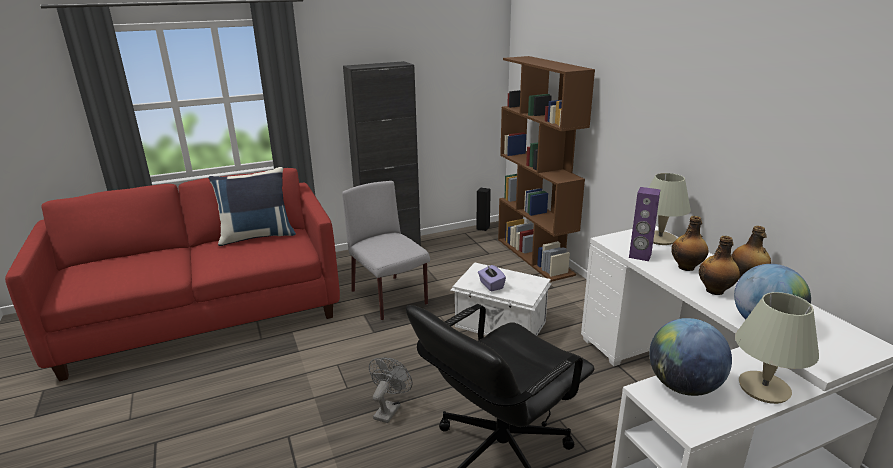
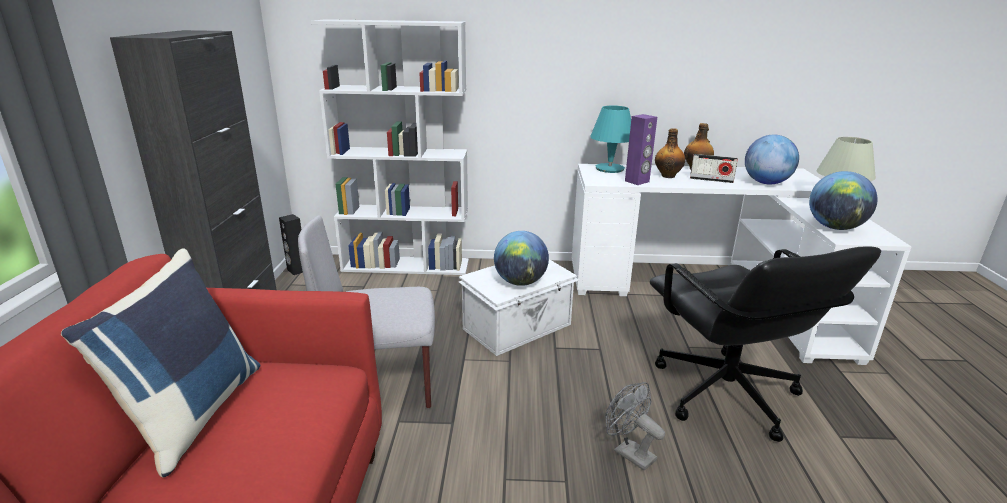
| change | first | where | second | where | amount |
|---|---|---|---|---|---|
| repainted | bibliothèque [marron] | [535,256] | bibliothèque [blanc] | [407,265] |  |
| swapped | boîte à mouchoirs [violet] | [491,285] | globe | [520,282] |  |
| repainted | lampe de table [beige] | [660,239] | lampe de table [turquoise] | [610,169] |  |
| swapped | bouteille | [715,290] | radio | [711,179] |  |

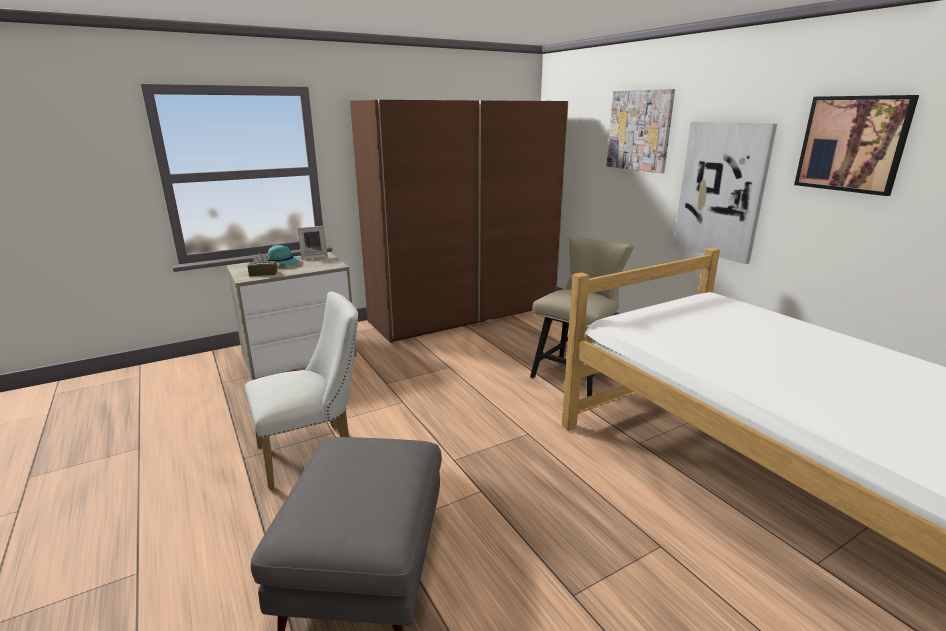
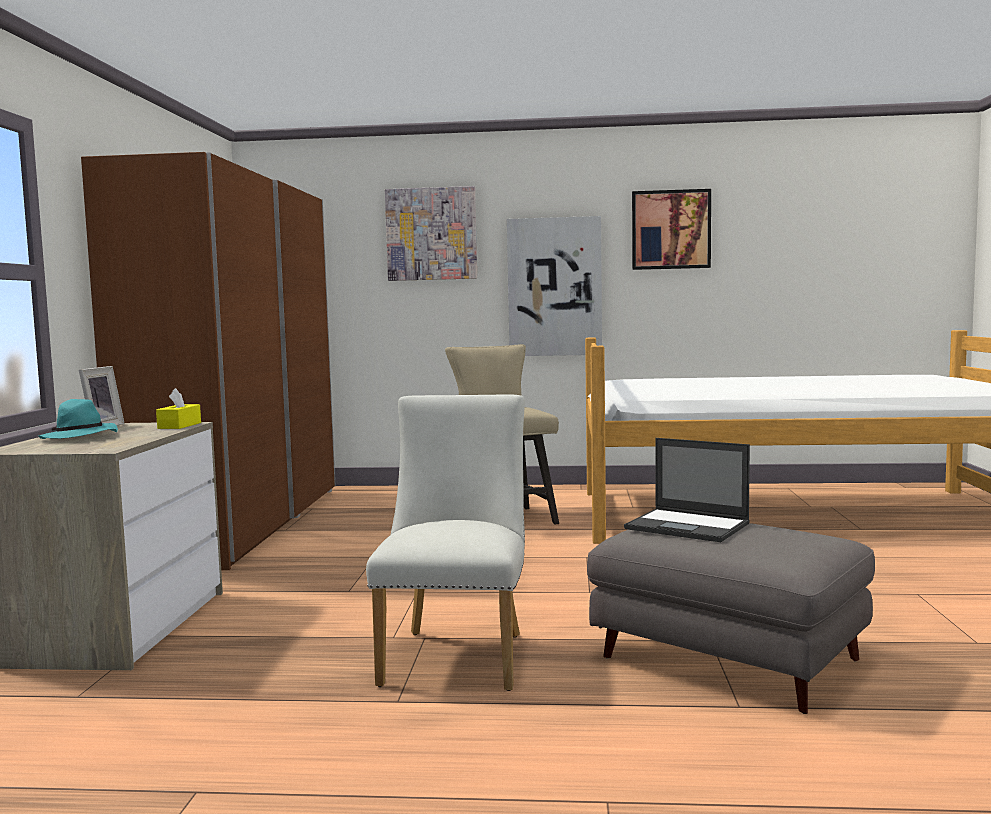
| change | first | where | second | where | amount |
|---|---|---|---|---|---|
| new |  |  | boîte à mouchoirs [jaune] | [179,426] |  |
| new |  |  | ordinateur portable | [688,526] |  |
| gone | boîte à mouchoirs [marron] | [263,273] |  |  |  |

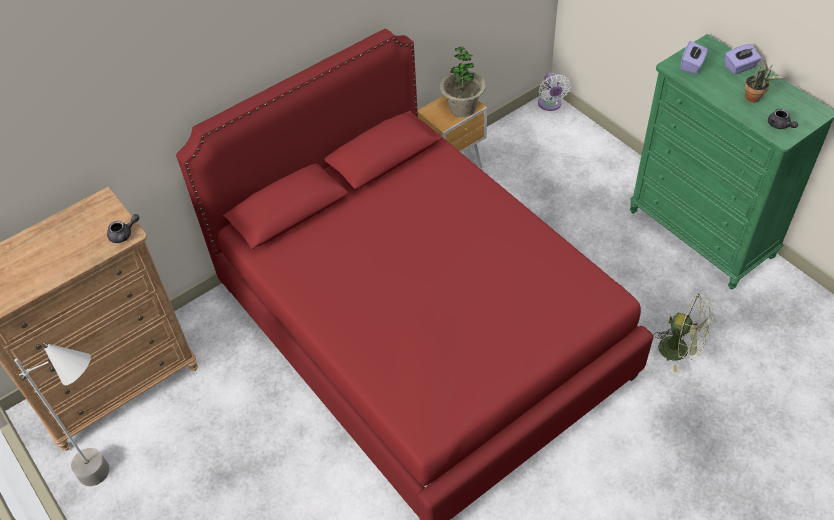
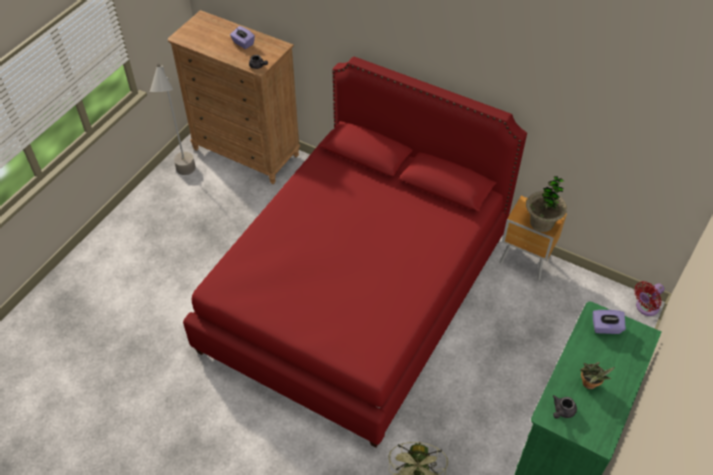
| change | first | where | second | where | amount |
|---|---|---|---|---|---|
| shifted | boîte à mouchoirs [violet] | [740,67] |  | [243,43] |  |
| repainted | ventilateur [blanc] | [550,105] | ventilateur [rouge] | [645,307] |  |

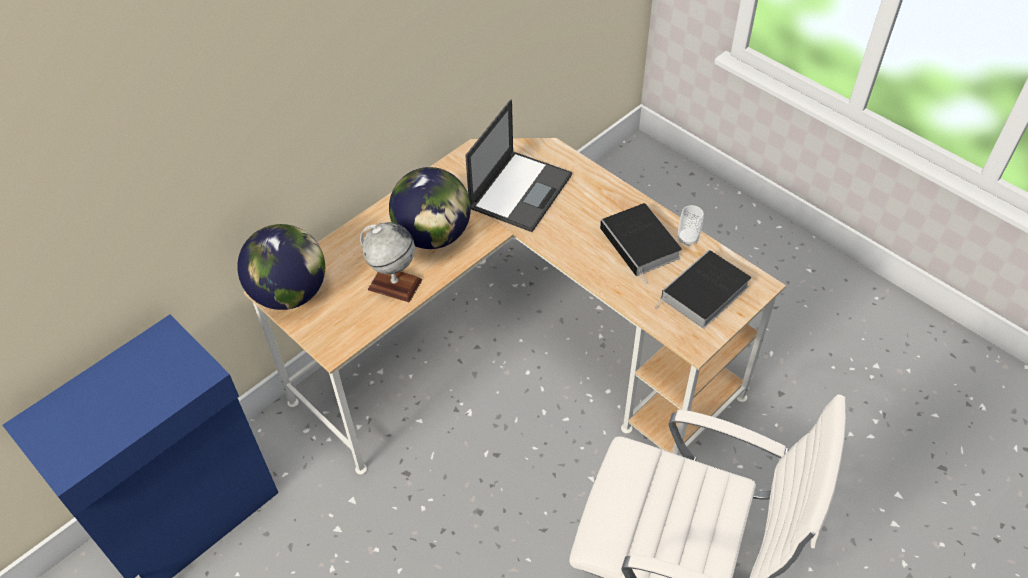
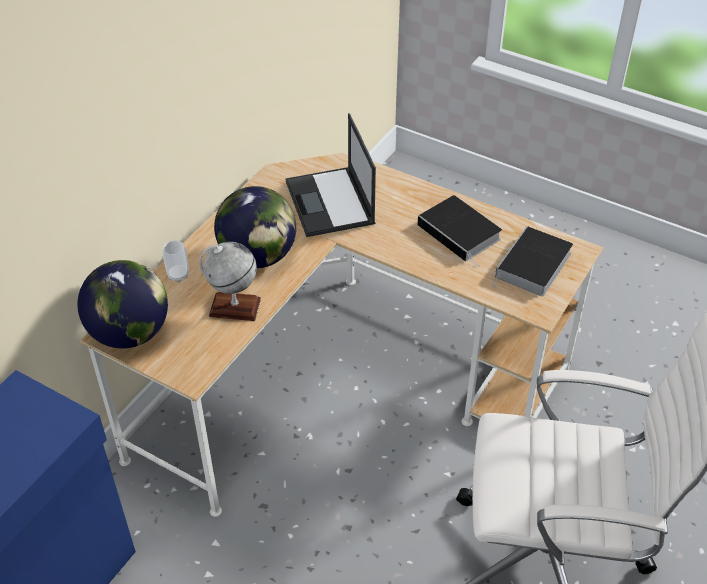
| change | first | where | second | where | amount |
|---|---|---|---|---|---|
| shifted | tasse | [688,239] |  | [178,275] |  |
| rotated | ordinateur portable | [521,190] |  | [330,203] | 150 degrees clockwise |

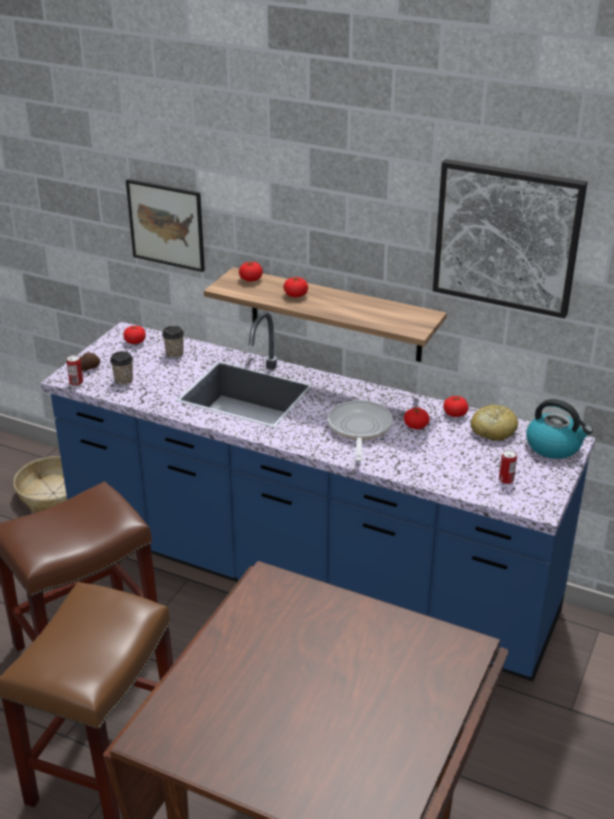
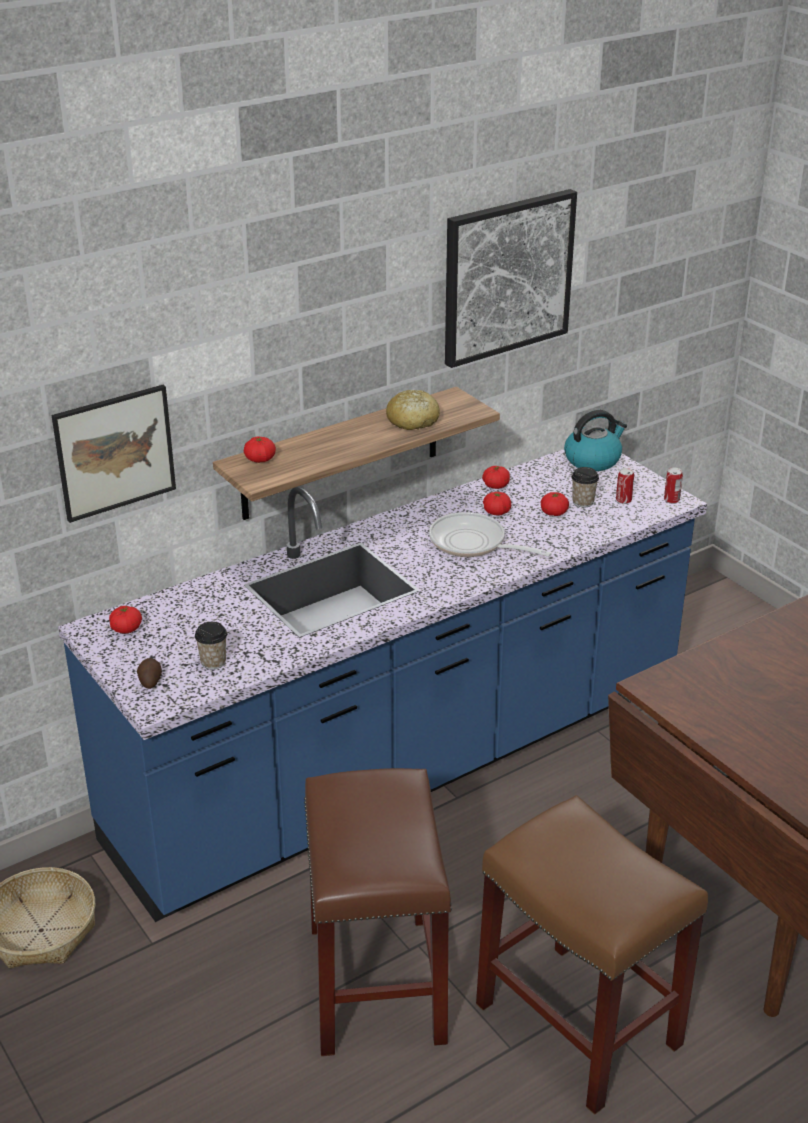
| change | first | where | second | where | amount |
|---|---|---|---|---|---|
| shifted | pain | [493,431] |  | [412,421] |  |
| shifted | tomate | [295,295] |  | [554,513] |  |
| shifted | tasse | [174,354] |  | [583,502] |  |
| shifted | boîte métallique | [76,382] |  | [671,500] |  |

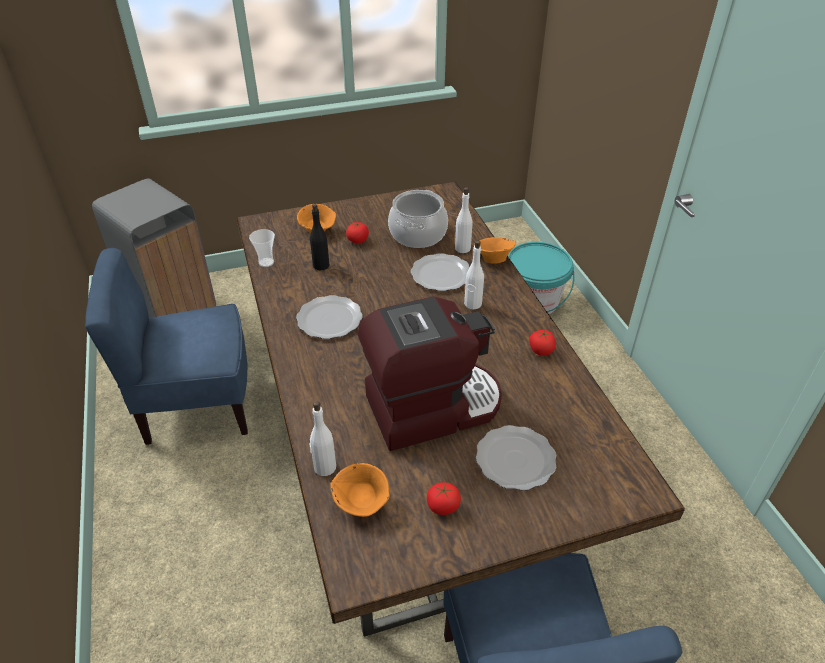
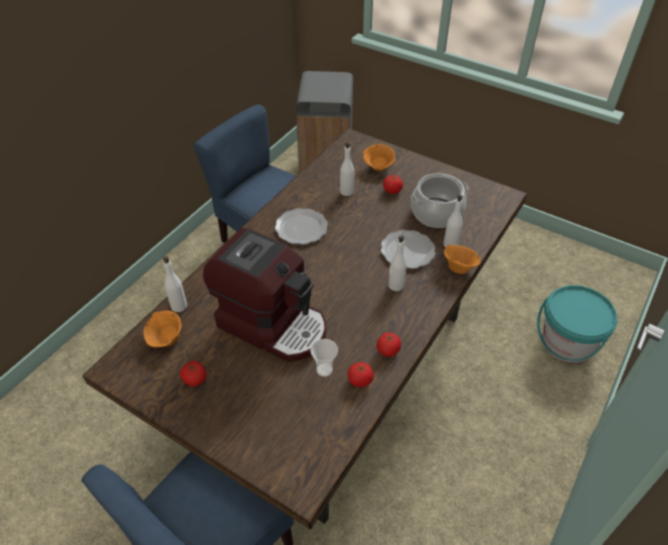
| change | first | where | second | where | amount |
|---|---|---|---|---|---|
| shifted | tasse | [266,262] |  | [324,370] |  |
| repainted | bouteille [noir] | [321,265] | bouteille [blanc] | [347,191] |  |
| new |  |  | tomate | [360,380] |  |
| gone | assiette | [515,458] |  |  |  |

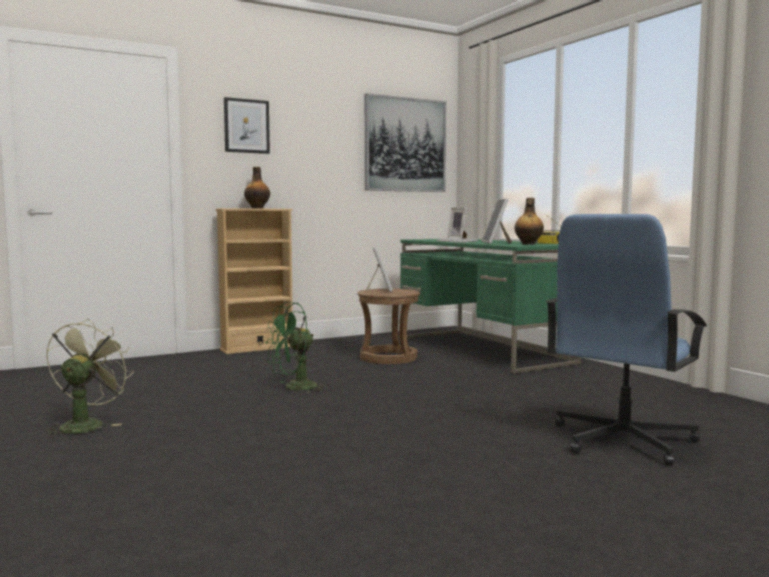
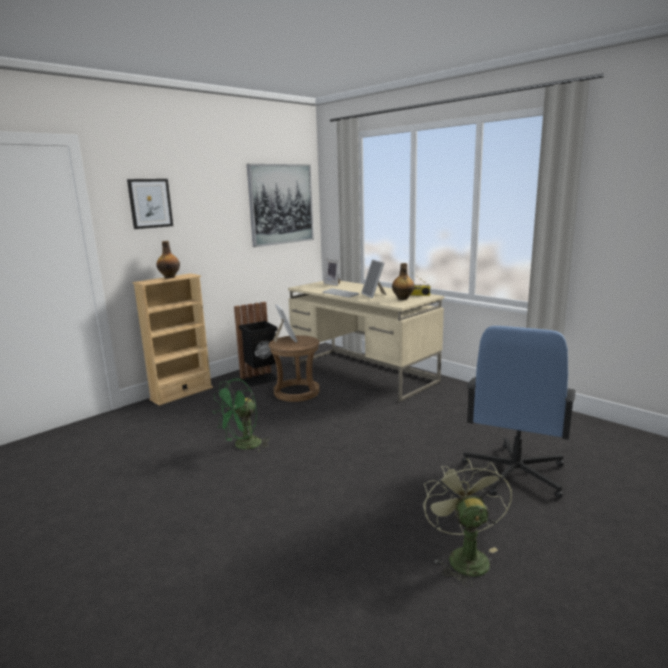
| change | first | where | second | where | amount |
|---|---|---|---|---|---|
| new |  |  | poubelle [noir] | [261,379] |  |
| repainted | bureau [vert] | [483,350] | bureau [beige] | [362,373] |  |
| shifted | ventilateur [vert] | [85,425] |  | [464,556] |  |

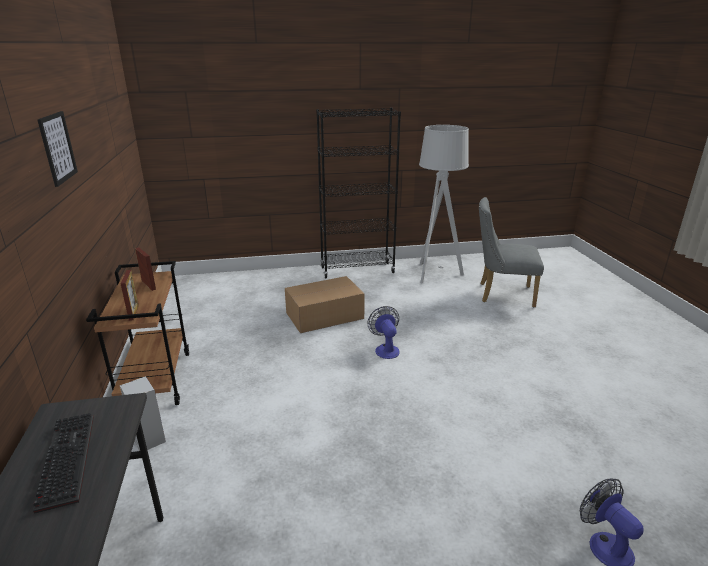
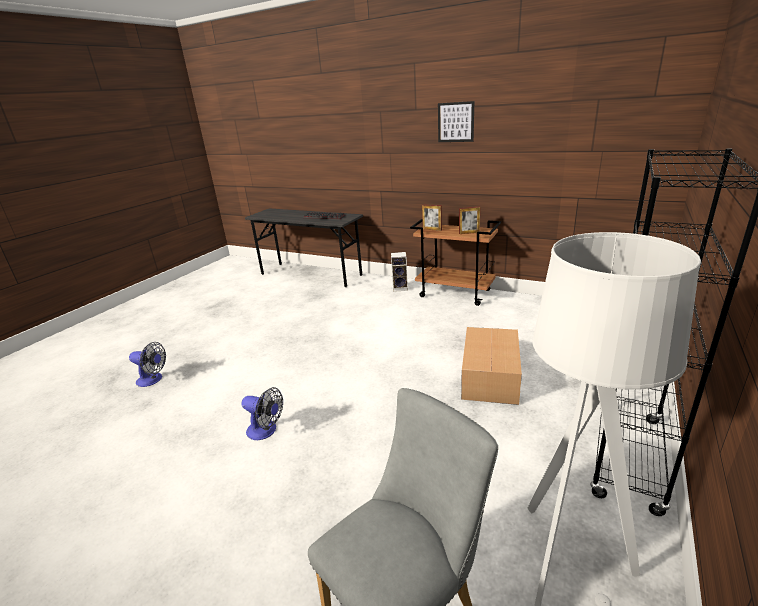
| change | first | where | second | where | amount |
|---|---|---|---|---|---|
| shifted | ventilateur | [385,349] |  | [266,431] |  |

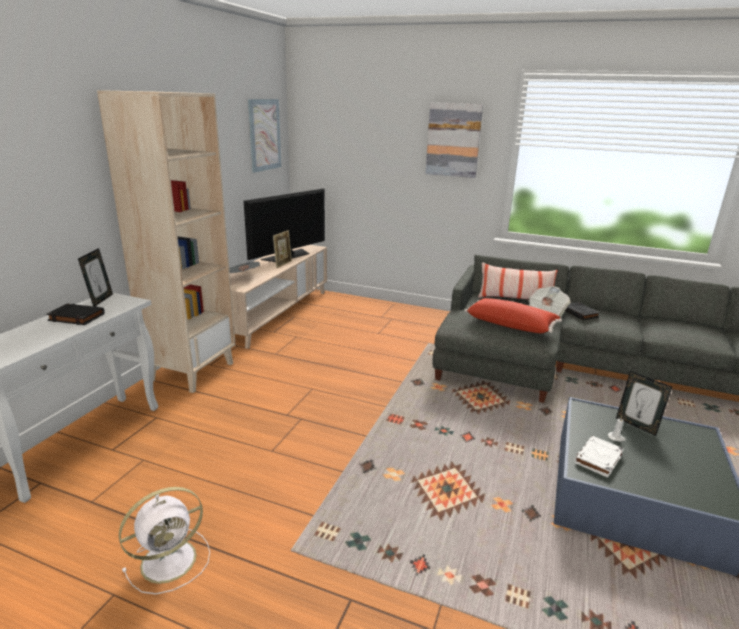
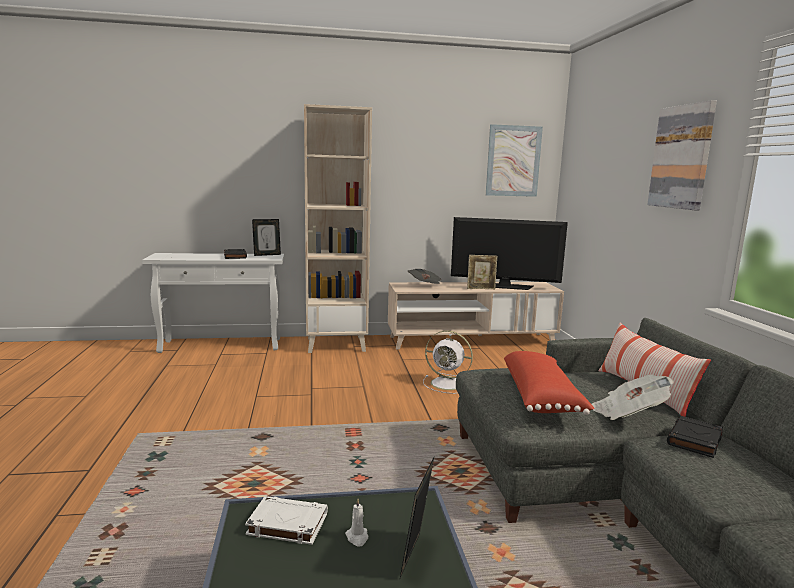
| change | first | where | second | where | amount |
|---|---|---|---|---|---|
| shifted | ventilateur [blanc] | [171,559] |  | [448,384] |  |

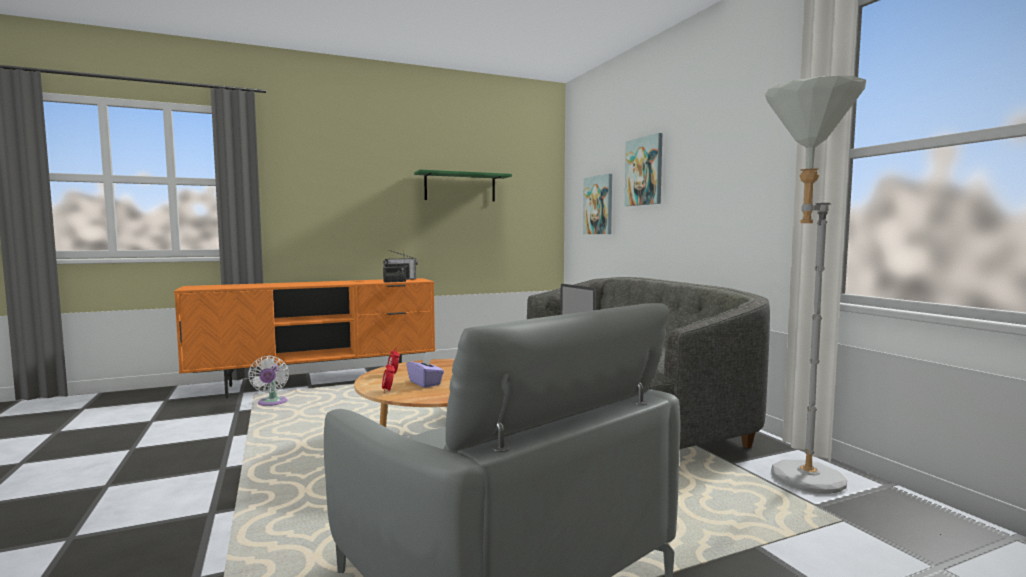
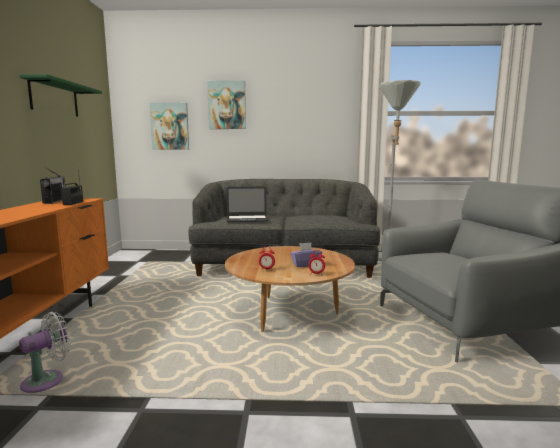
| change | first | where | second | where | amount |
|---|---|---|---|---|---|
| rotated | ventilateur [blanc] | [271,403] |  | [47,380] | 60 degrees counterclockwise |

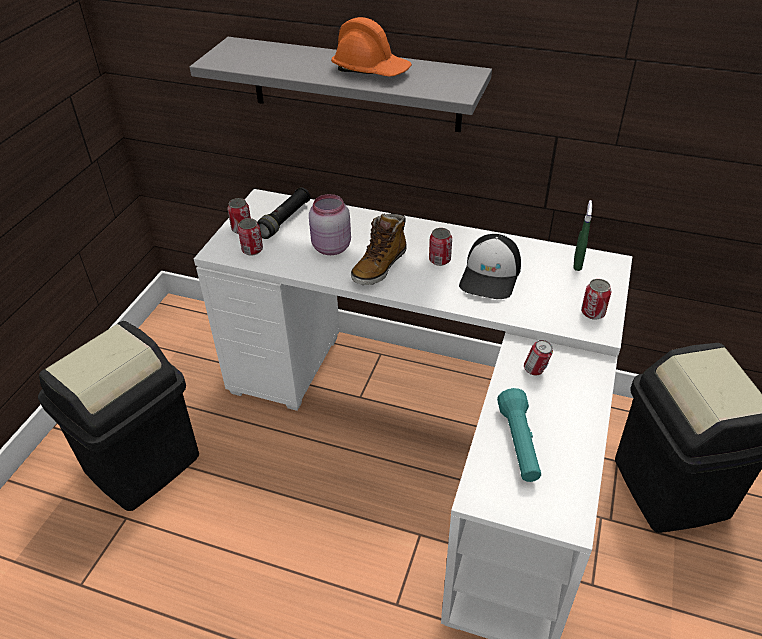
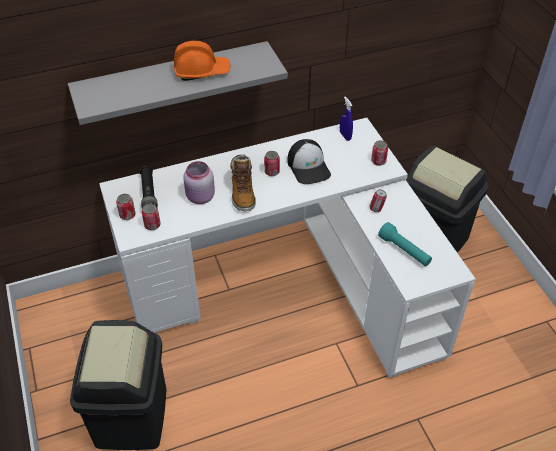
| change | first | where | second | where | amount |
|---|---|---|---|---|---|
| repainted | vaporisateur [vert] | [577,264] | vaporisateur [bleu] | [345,136] |  |

